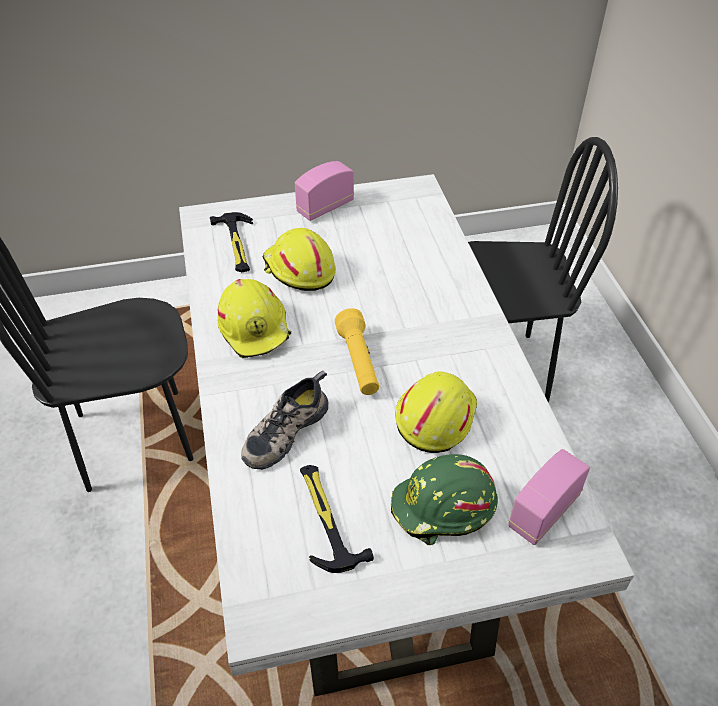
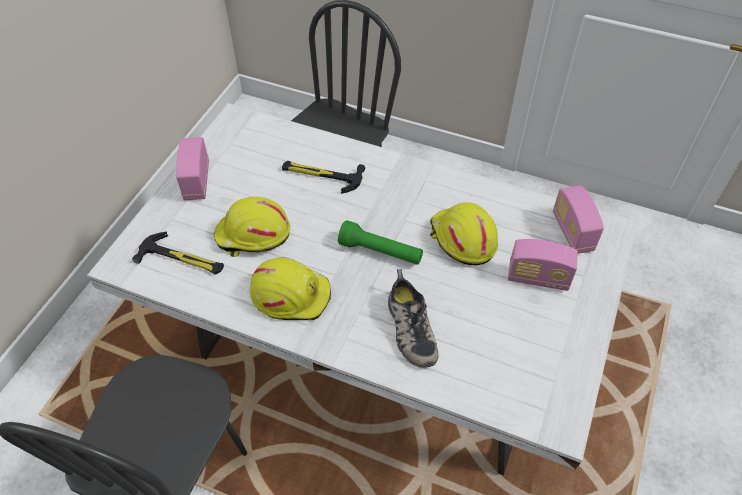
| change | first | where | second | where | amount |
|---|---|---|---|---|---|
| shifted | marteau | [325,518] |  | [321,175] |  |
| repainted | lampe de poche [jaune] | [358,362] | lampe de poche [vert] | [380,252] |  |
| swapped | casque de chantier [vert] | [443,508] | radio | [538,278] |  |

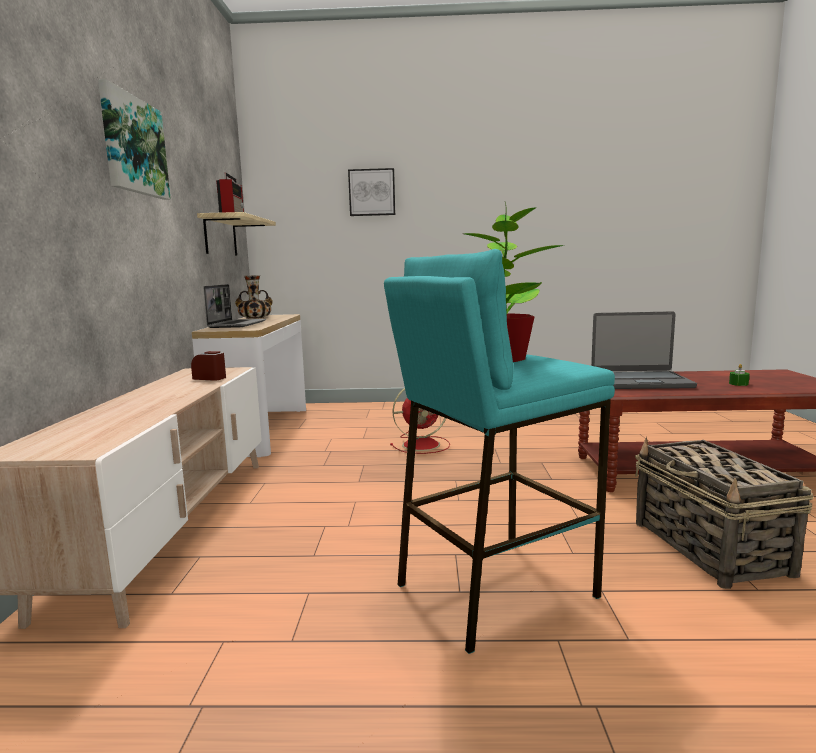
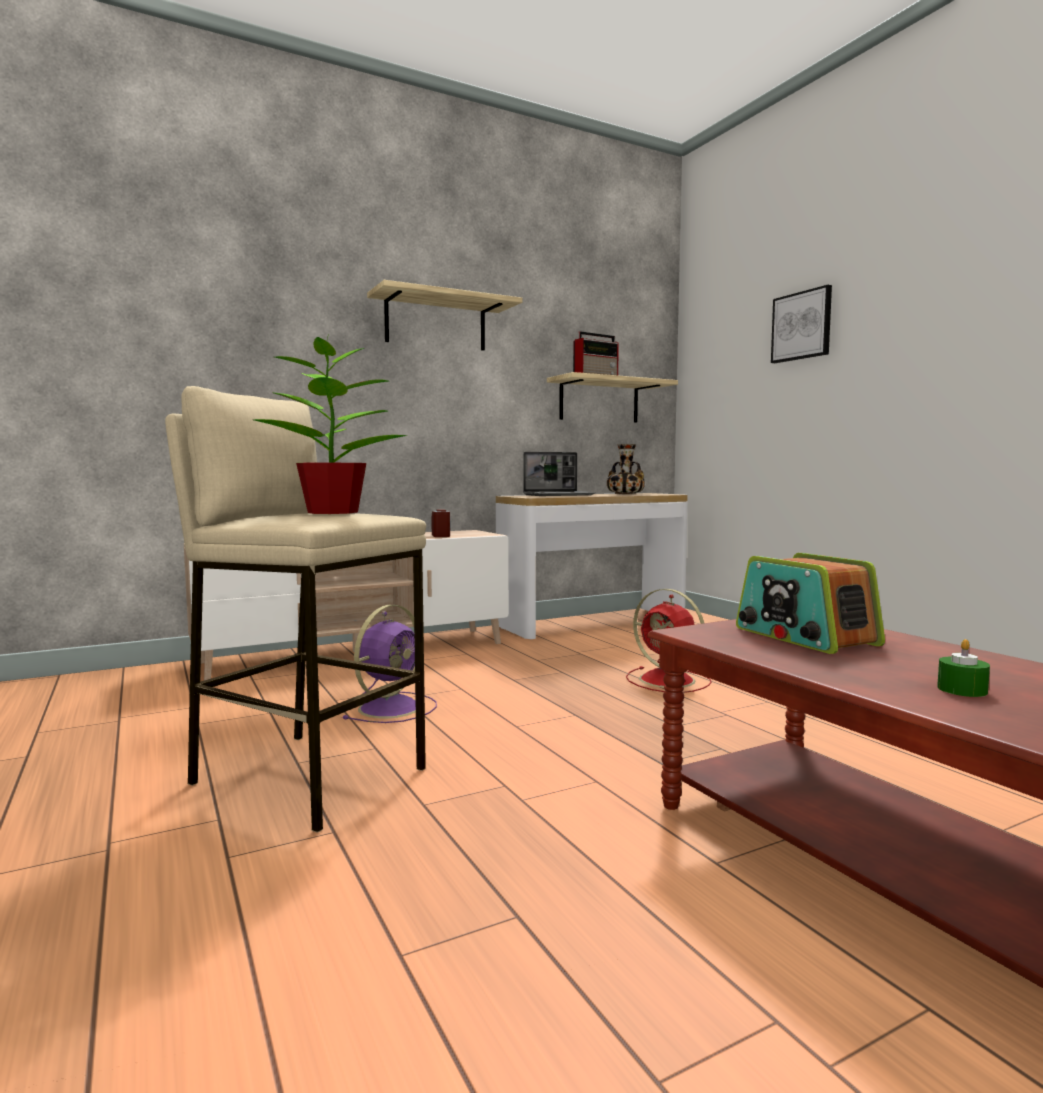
| change | first | where | second | where | amount |
|---|---|---|---|---|---|
| repainted | tabouret [turquoise] | [493,589] | tabouret [beige] | [308,776] |  |
| new |  |  | ventilateur [violet] | [392,707] |  |
| swapped | tableau | [133,146] | étagère | [436,323] |  |
| swapped | ordinateur portable | [640,382] | radio | [804,637] |  |
| gone | panier | [710,548] |  |  |  |

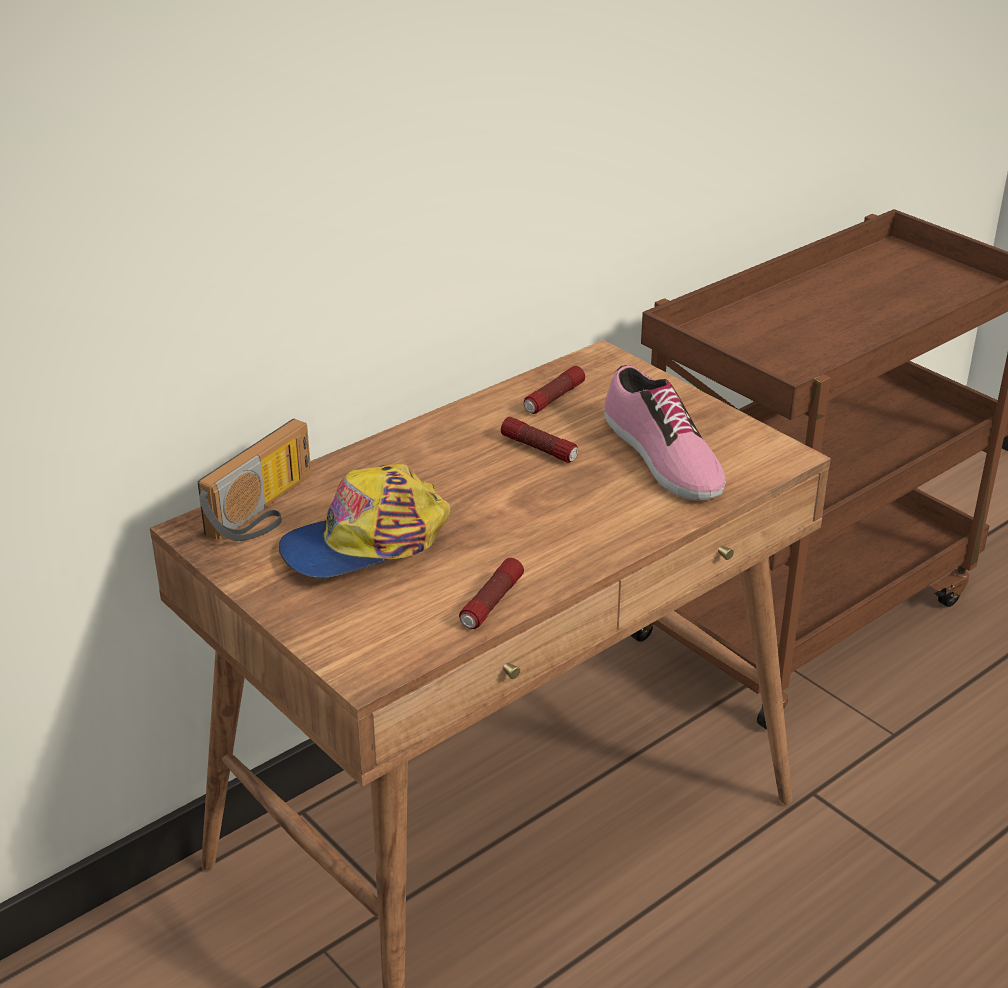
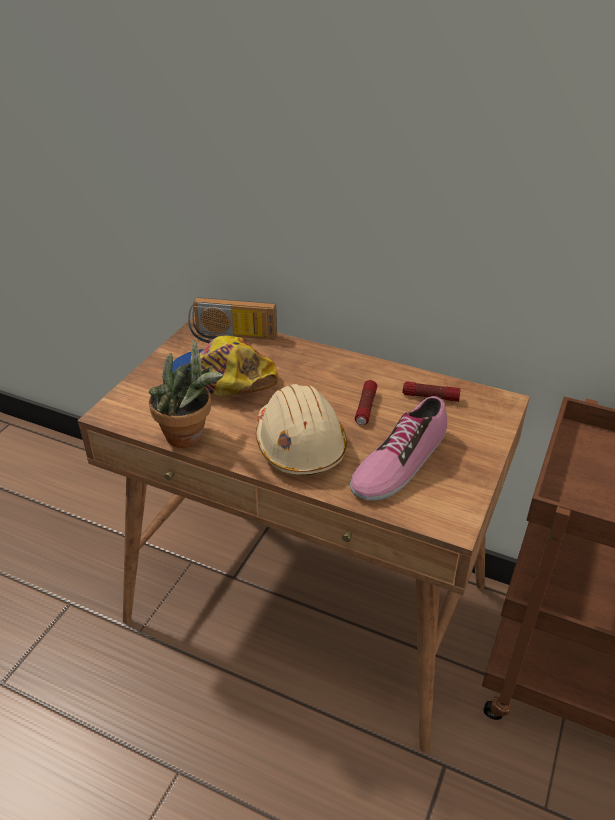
| change | first | where | second | where | amount |
|---|---|---|---|---|---|
| swapped | lampe de poche | [491,603] | plante en pot | [190,437] |  |
| new |  |  | casque de chantier [beige] | [299,445] |  |

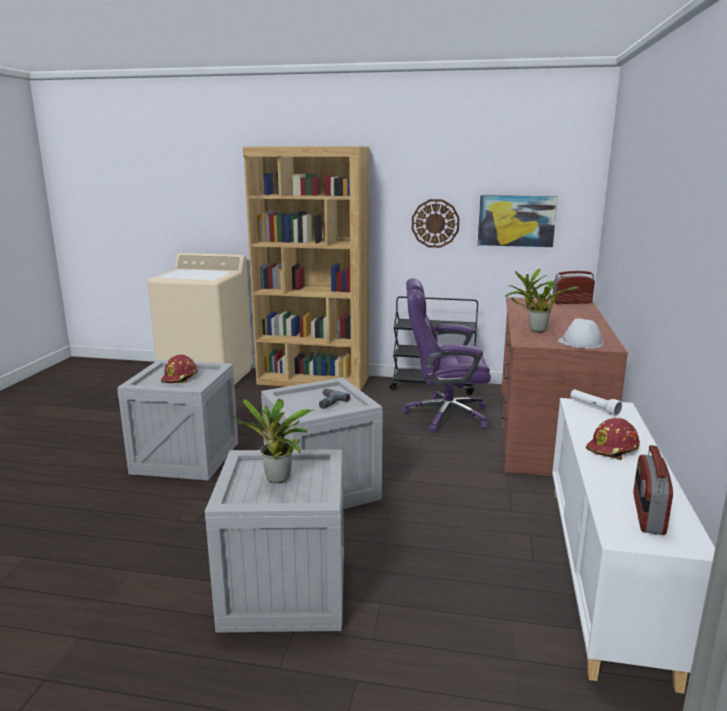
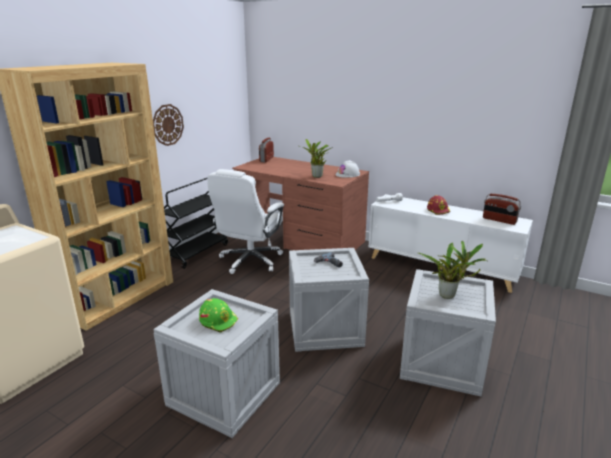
| change | first | where | second | where | amount |
|---|---|---|---|---|---|
| repainted | casque de chantier [rouge] | [180,378] | casque de chantier [vert] | [218,321] |  |
| repainted | chaise de bureau [violet] | [444,415] | chaise de bureau [blanc] | [250,261] |  |
| gone | tableau | [516,221] |  |  |  |

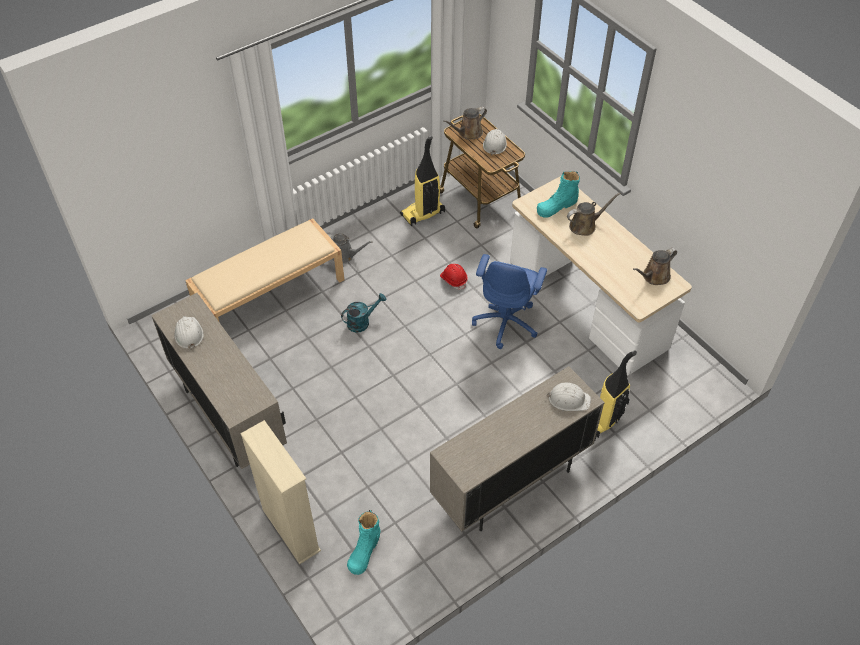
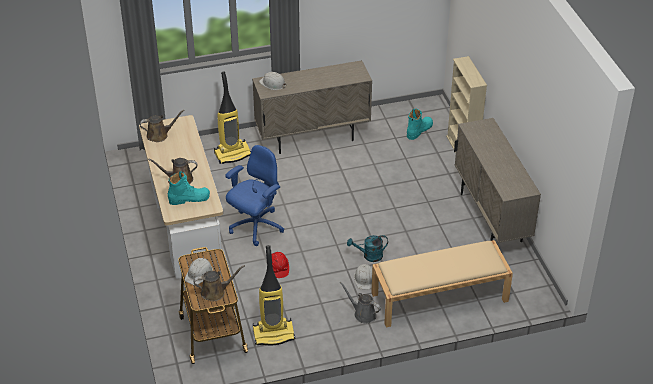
| change | first | where | second | where | amount |
|---|---|---|---|---|---|
| shifted | casque de chantier [blanc] | [188,334] |  | [364,278] |  |

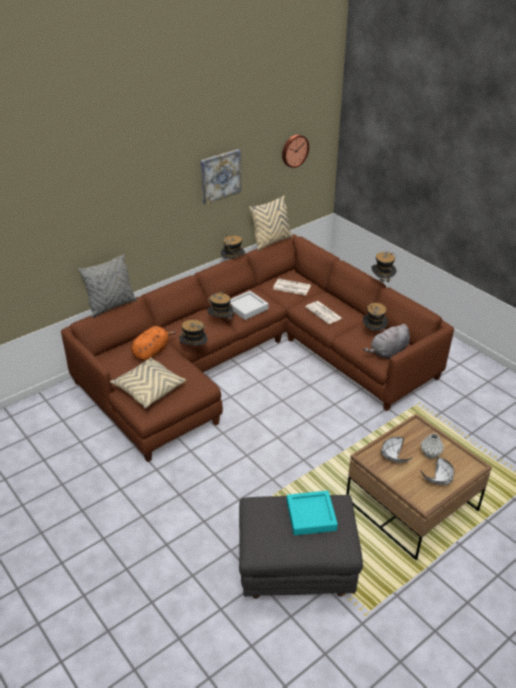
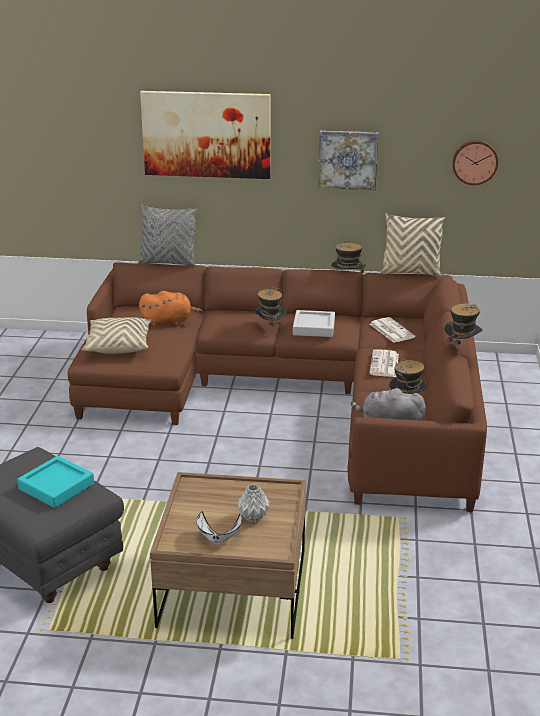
| change | first | where | second | where | amount |
|---|---|---|---|---|---|
| new |  |  | tableau | [206,134] |  |
| gone | chapeau | [194,350] |  |  |  |
| gone | bol [blanc] | [393,458] |  |  |  |

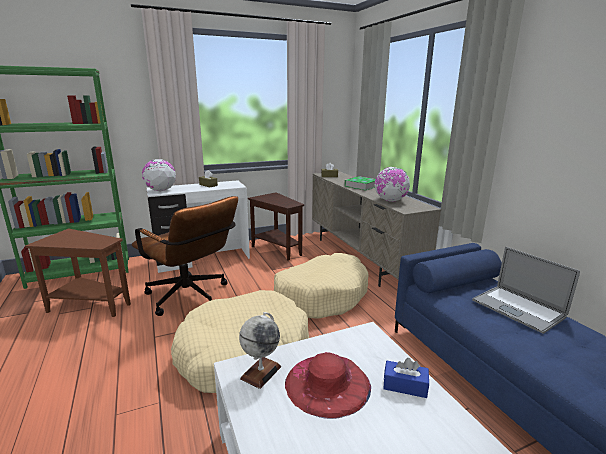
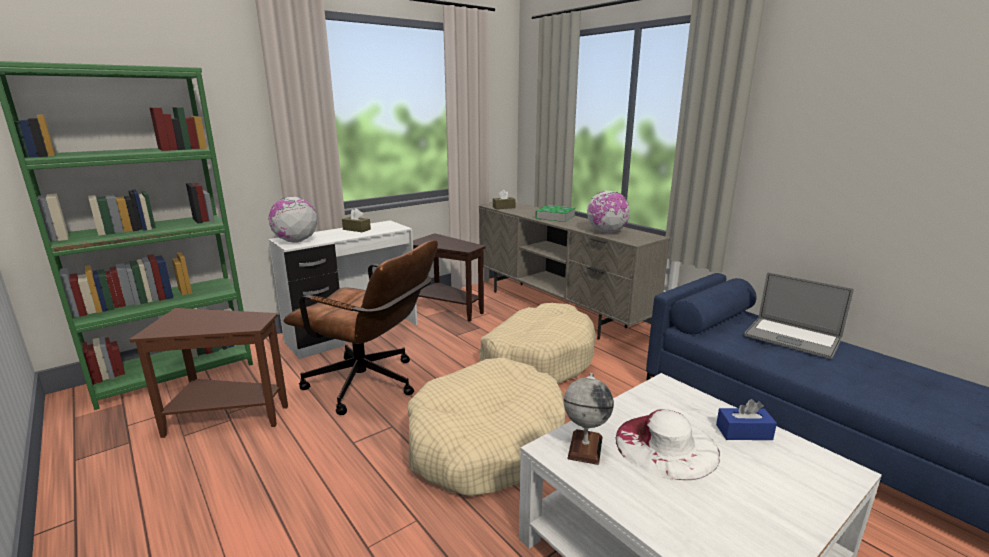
| change | first | where | second | where | amount |
|---|---|---|---|---|---|
| repainted | chapeau [rouge] | [327,383] | chapeau [blanc] | [666,445] |  |

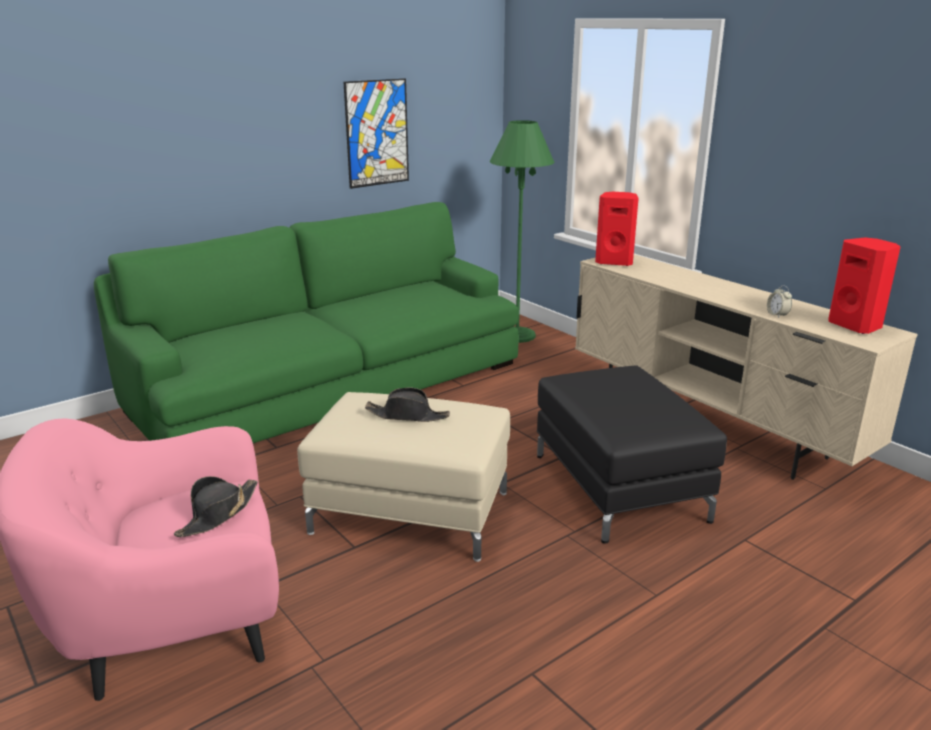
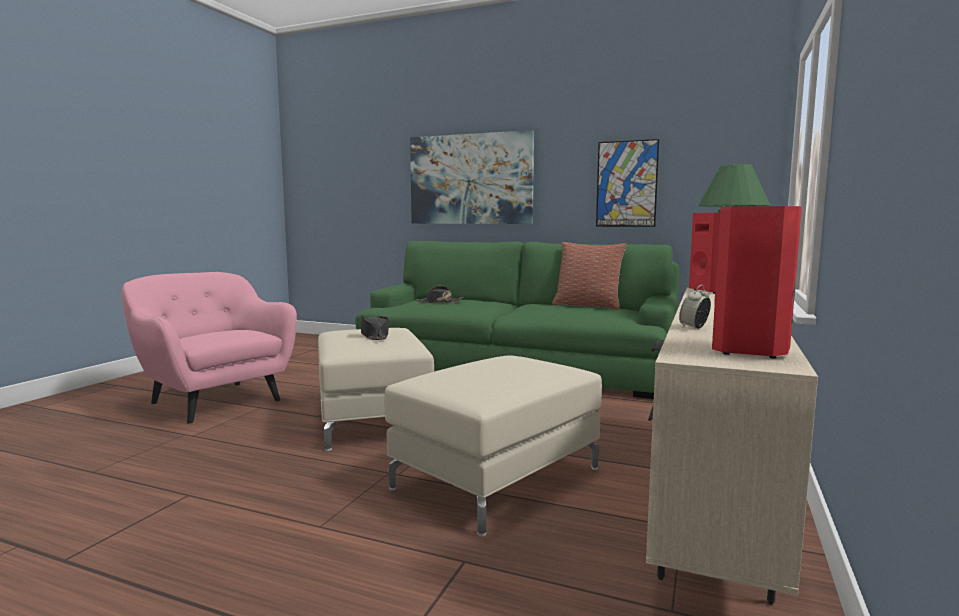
| change | first | where | second | where | amount |
|---|---|---|---|---|---|
| repainted | pouf [noir] | [620,487] | pouf [beige] | [498,479] |  |
| new |  |  | tableau | [470,179] |  |
| shifted | chapeau [noir] | [218,514] |  | [439,302] |  |
| new |  |  | coussin | [588,306] |  |

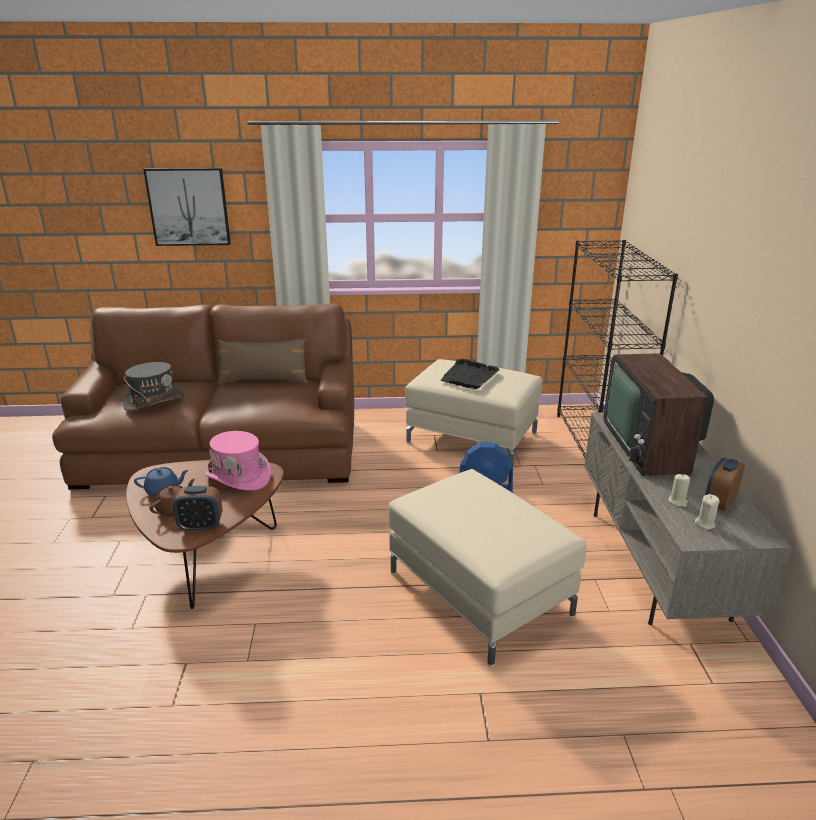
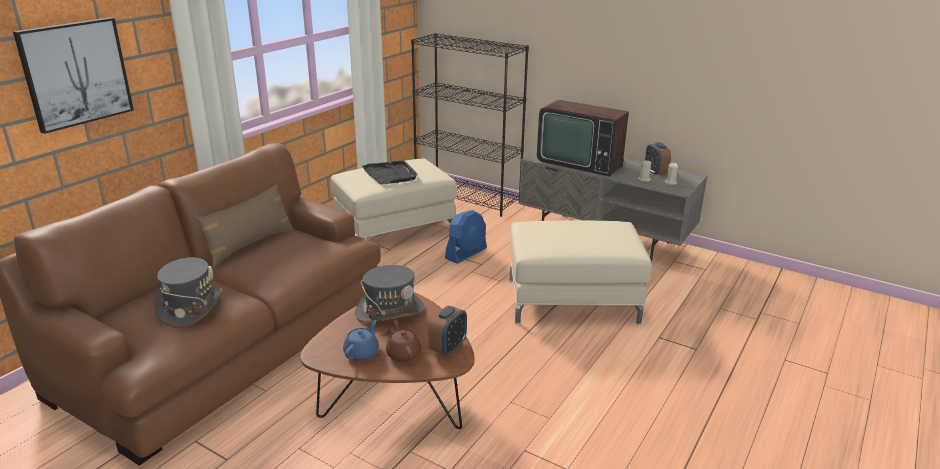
| change | first | where | second | where | amount |
|---|---|---|---|---|---|
| repainted | chapeau [rose] | [239,476] | chapeau [gris] | [390,311] |  |

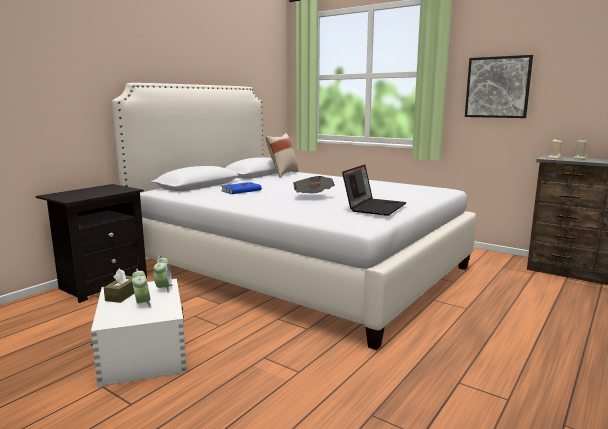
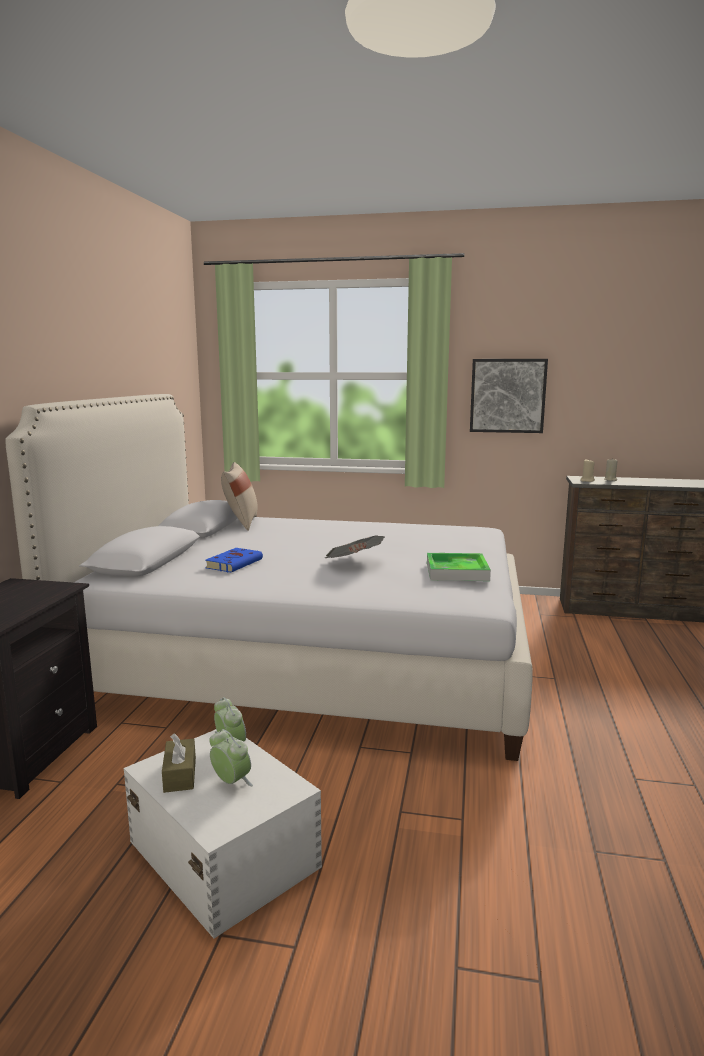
| change | first | where | second | where | amount |
|---|---|---|---|---|---|
| swapped | ordinateur portable | [374,207] | plateau | [457,571] |  |

